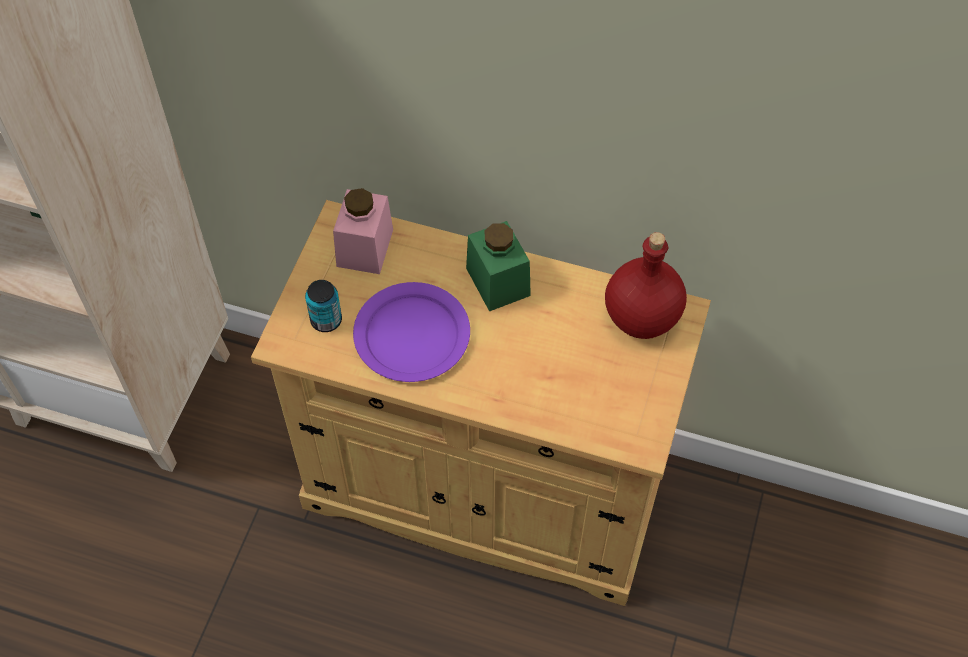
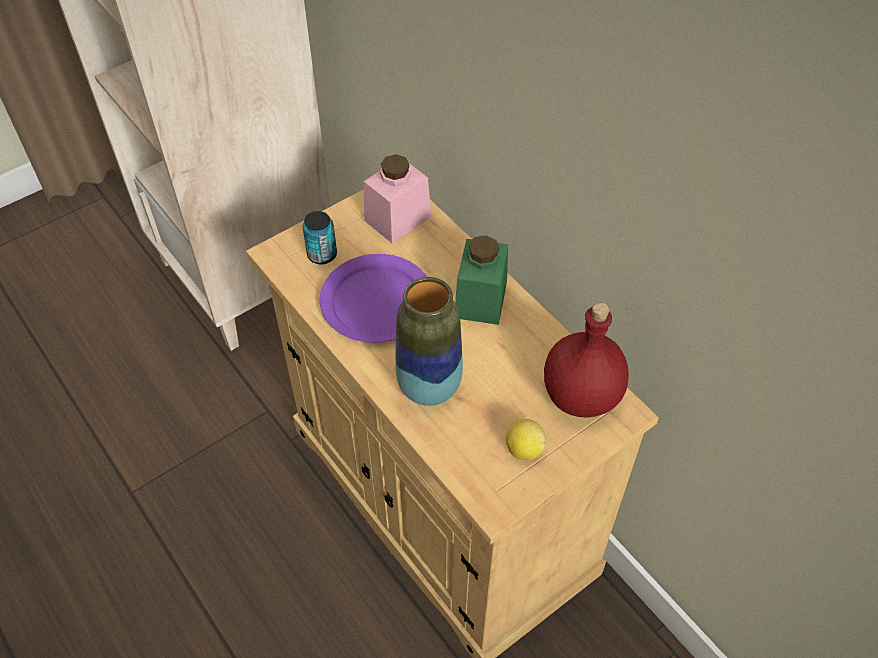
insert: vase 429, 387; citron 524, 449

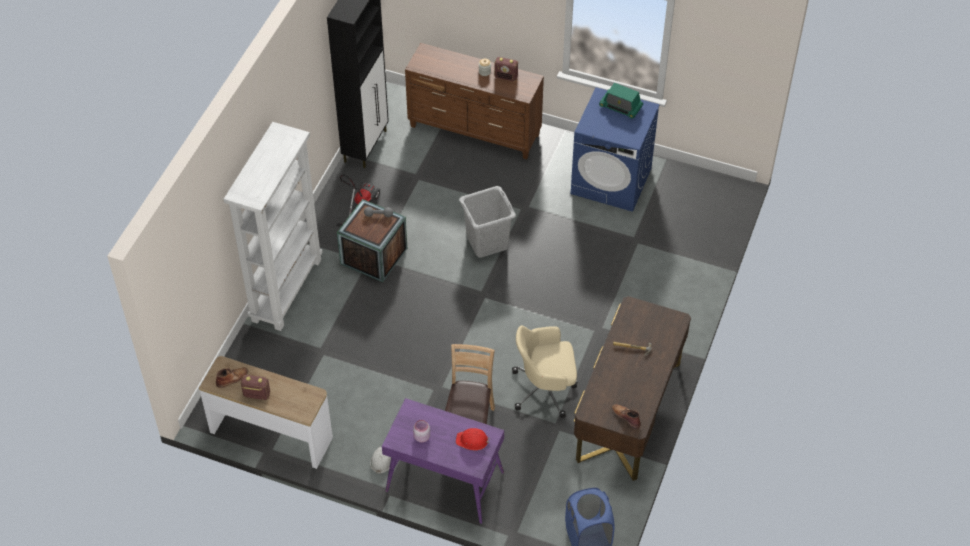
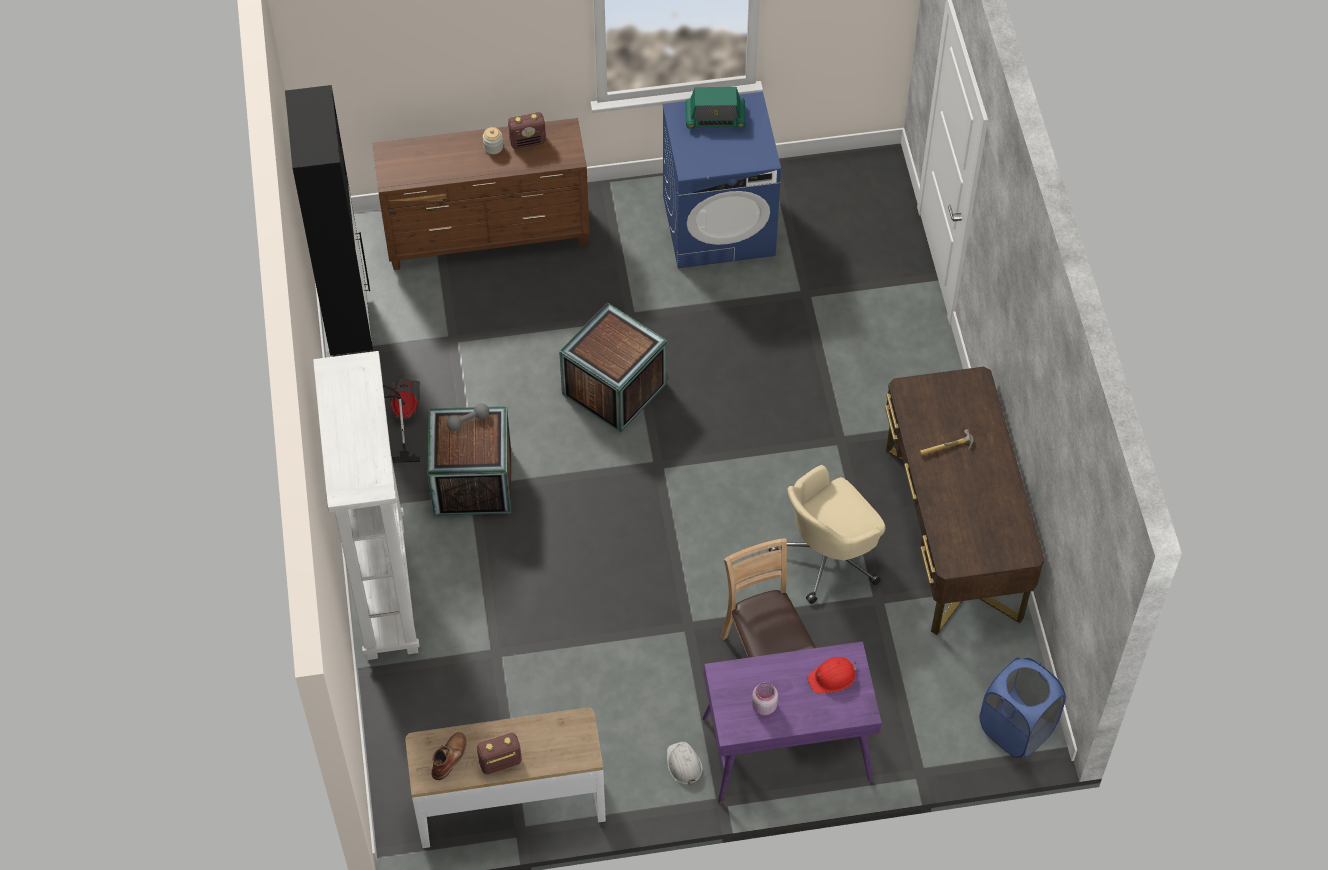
delete: botte (marron) 626, 416
replace: panier à linge (gris) 487, 242 to caisse 614, 389

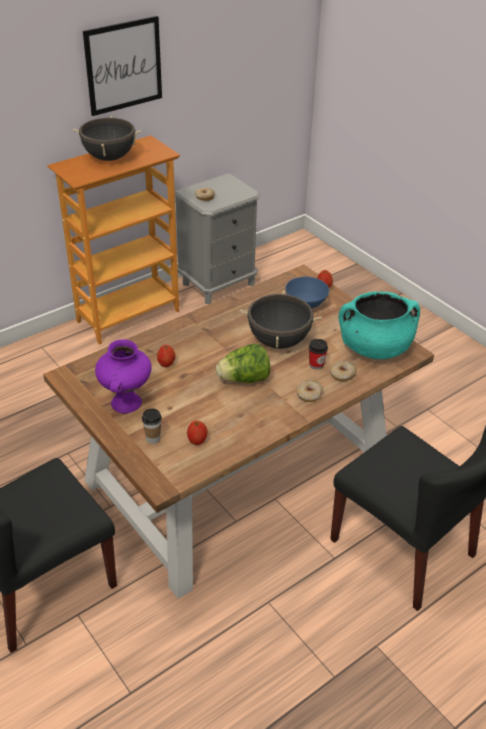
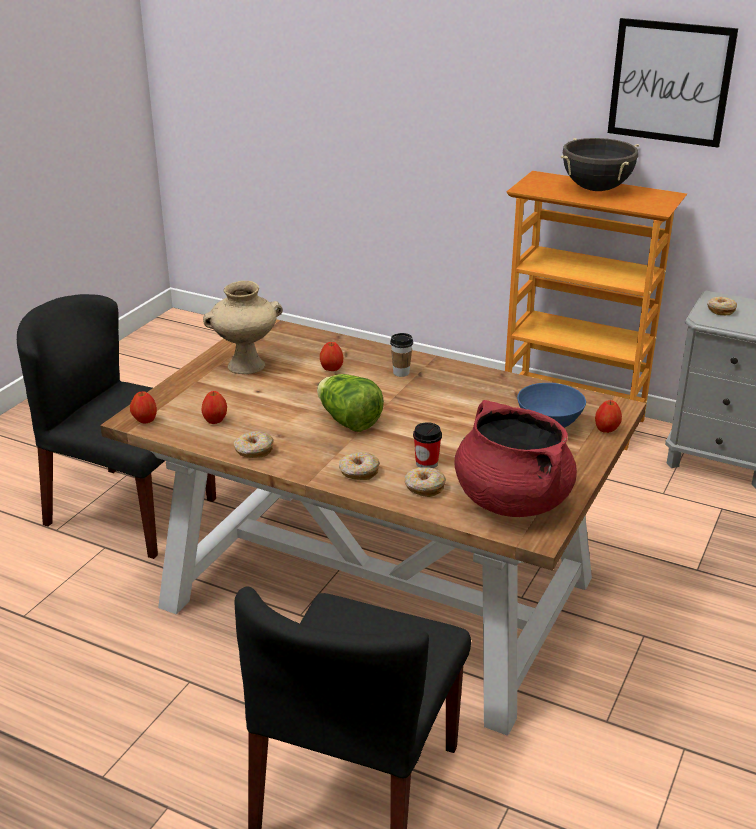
delete: marmite (noir) 279, 341
insert: pomme 145, 420; beignet 254, 451
move: tasse 153, 439 to 401, 373
recolor: vase (violet) 127, 403 to vase (beige) 245, 366; marmite (turquoise) 374, 348 to marmite (rouge) 511, 500

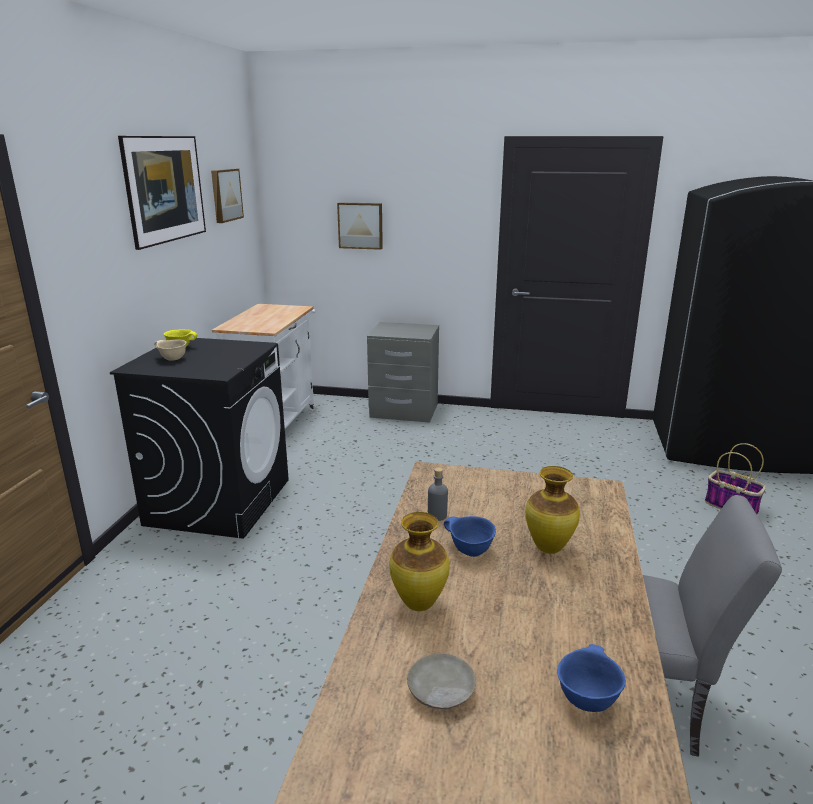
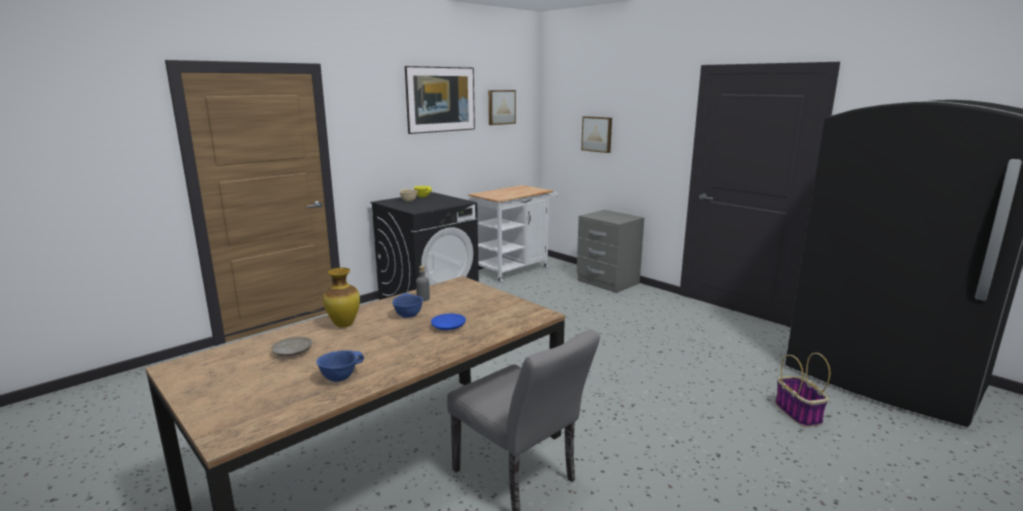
replace: vase 548, 548 to assiette (bleu) 448, 327

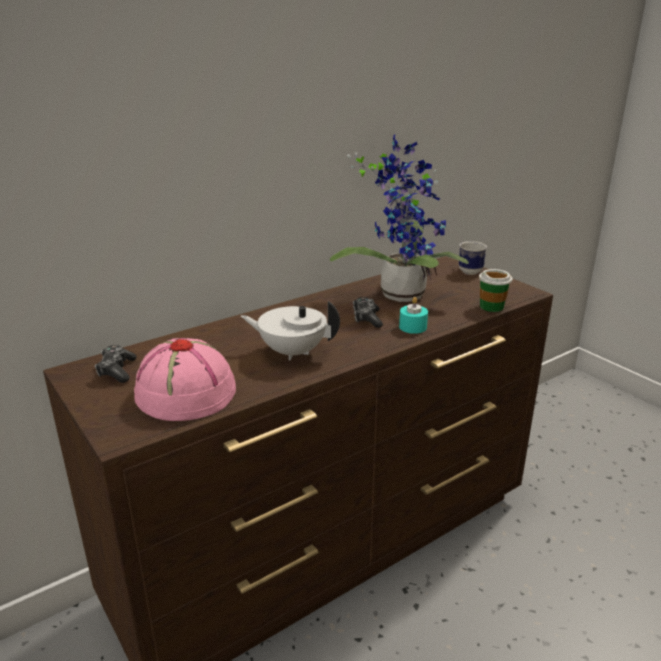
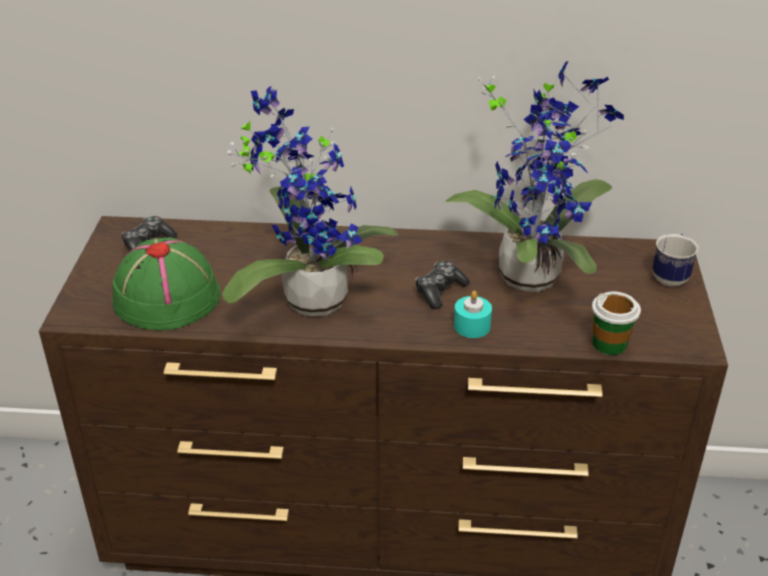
replace: théière (blanc) 292, 352 to plante en pot 309, 297
recolor: chapeau (rose) 184, 393 to chapeau (vert) 166, 296

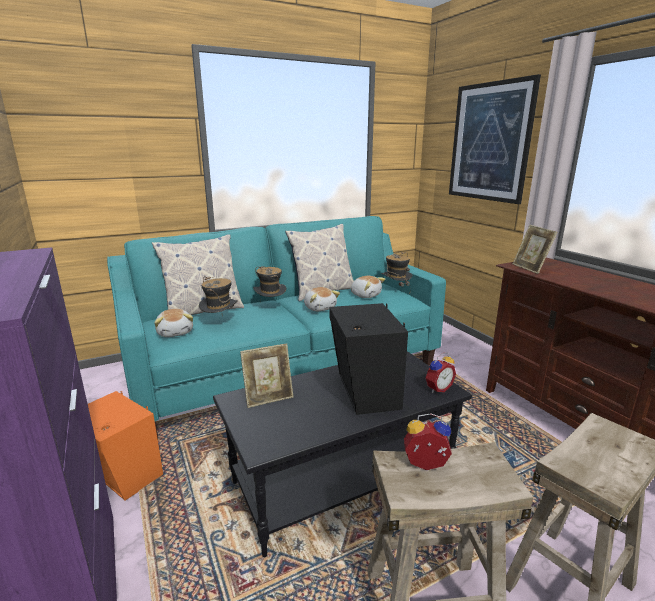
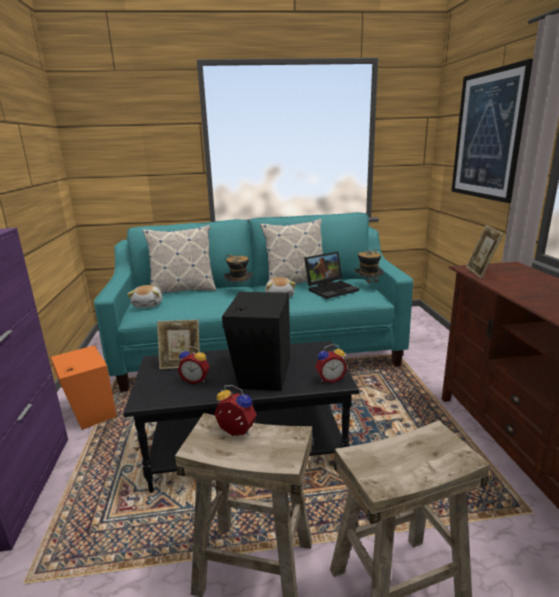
delete: chapeau 220, 323
insert: réveil 196, 380
replace: peluche 365, 295 to ordinateur portable 331, 289

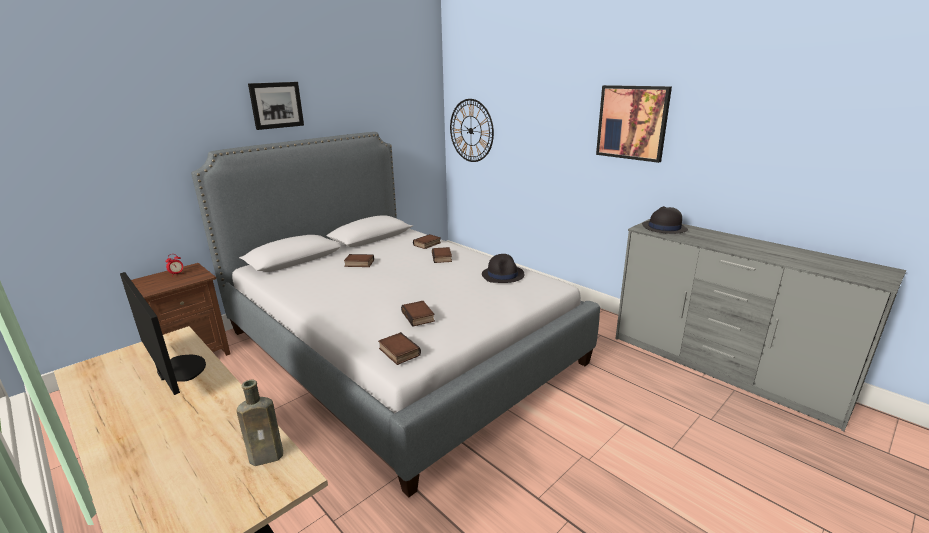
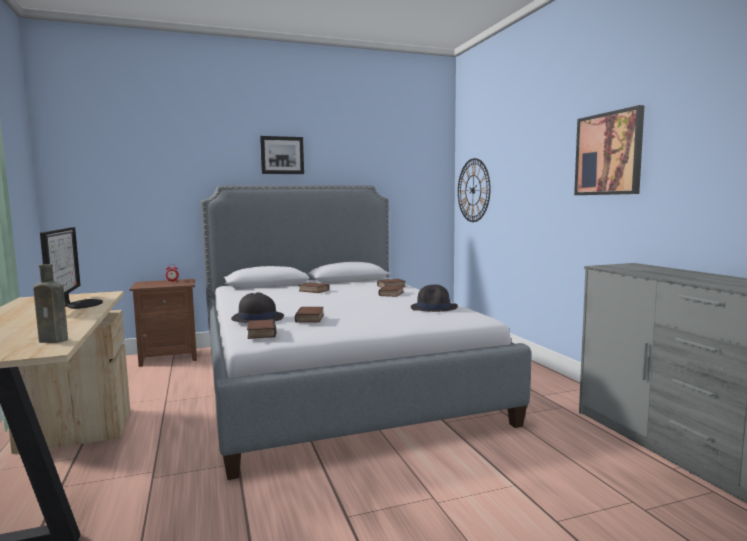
move: chapeau (noir) 663, 228 to 257, 318

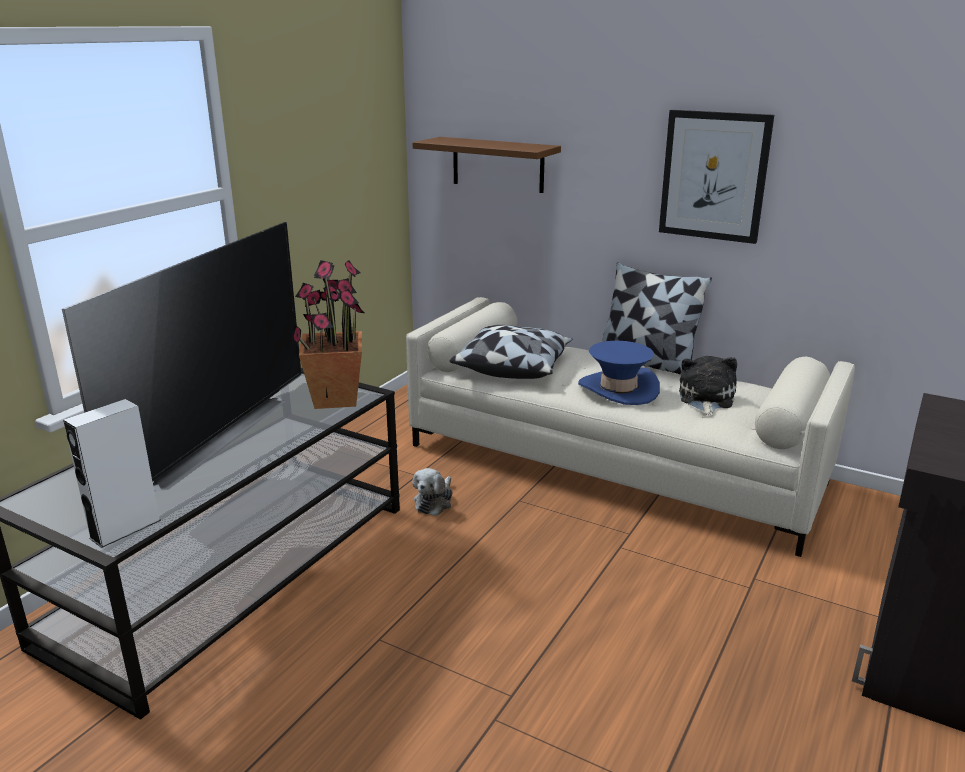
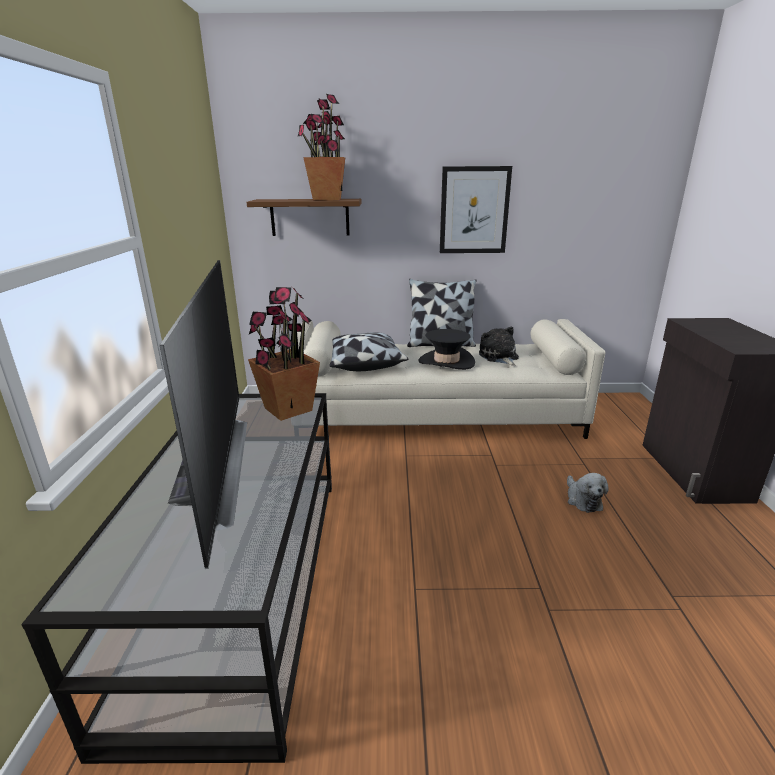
delete: enceinte (blanc) 125, 529
insert: plante en pot 326, 199
move: peluche 434, 502 to 582, 499
recolor: chapeau (bleu) 618, 389 to chapeau (noir) 446, 362

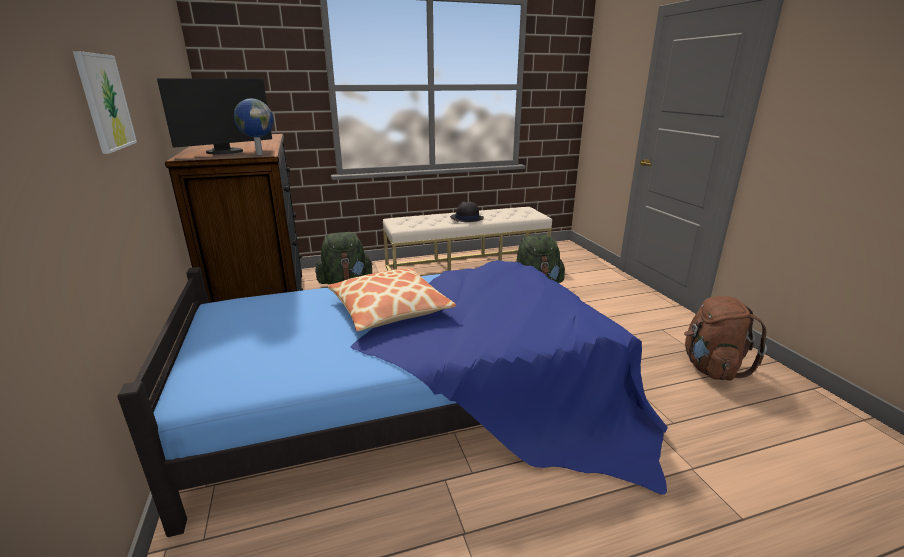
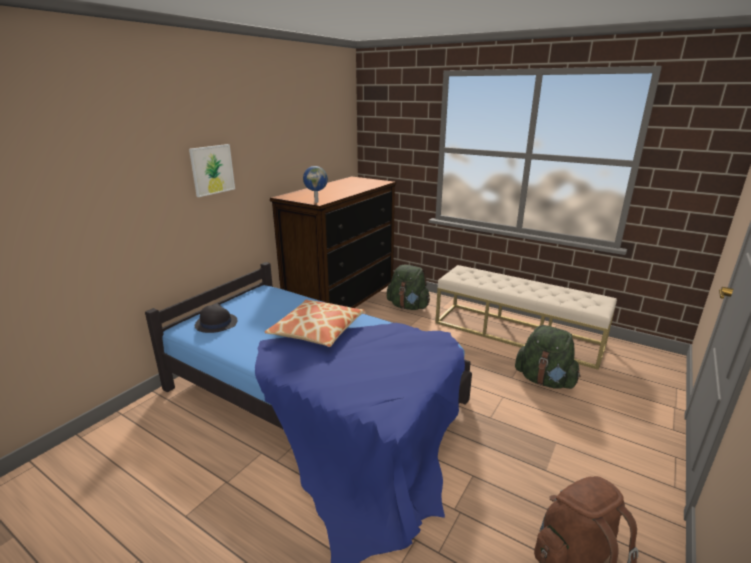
delete: écran d'ordinateur 225, 152
move: chapeau (noir) 466, 218 to 216, 323

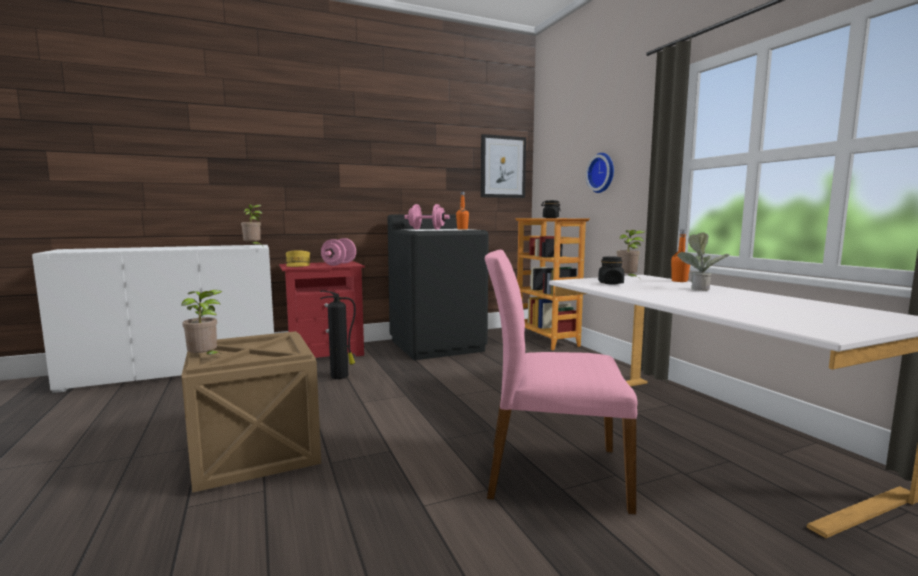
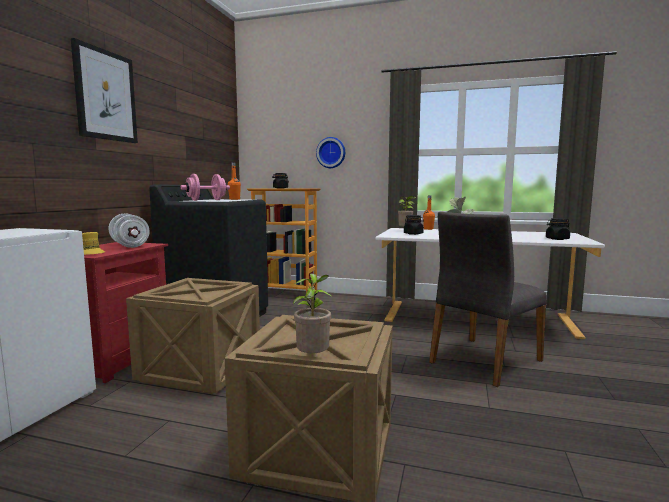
delete: plante en pot 253, 247
insert: bocal (noir) 557, 239
move: tableau 502, 167 to 105, 95
replace: extincteur 340, 376 to caisse 201, 370
recolor: haltère (rose) 339, 264 to haltère (blanc) 130, 245; chaise (rose) 552, 473 to chaise (gris) 483, 361

